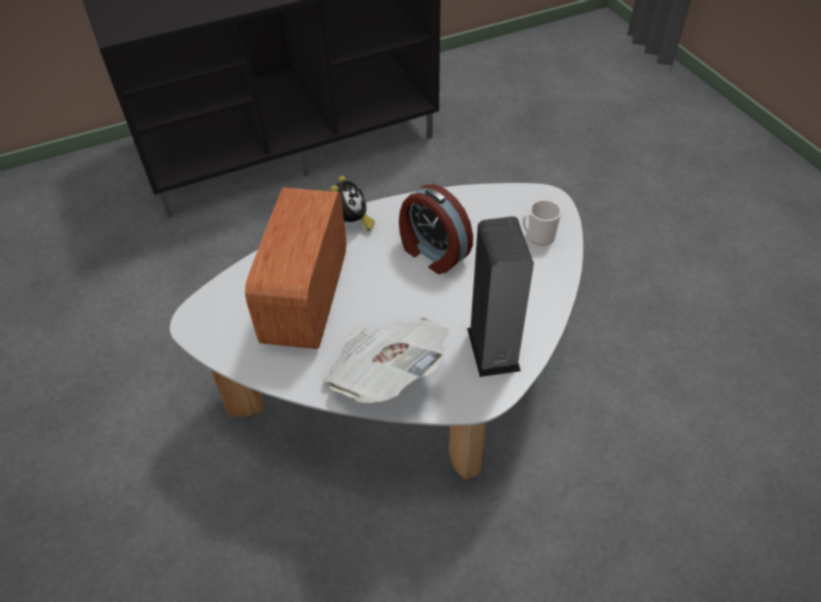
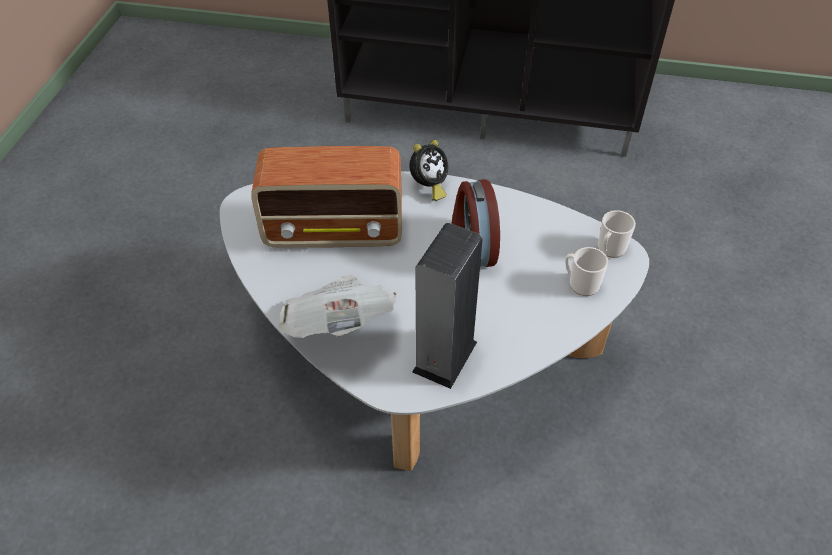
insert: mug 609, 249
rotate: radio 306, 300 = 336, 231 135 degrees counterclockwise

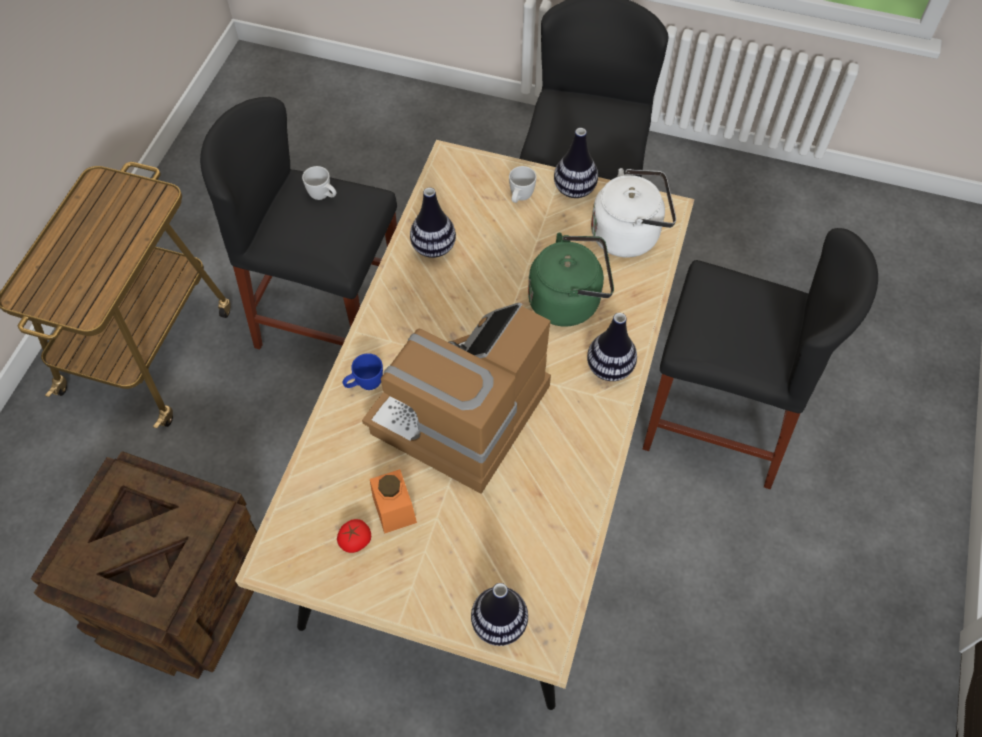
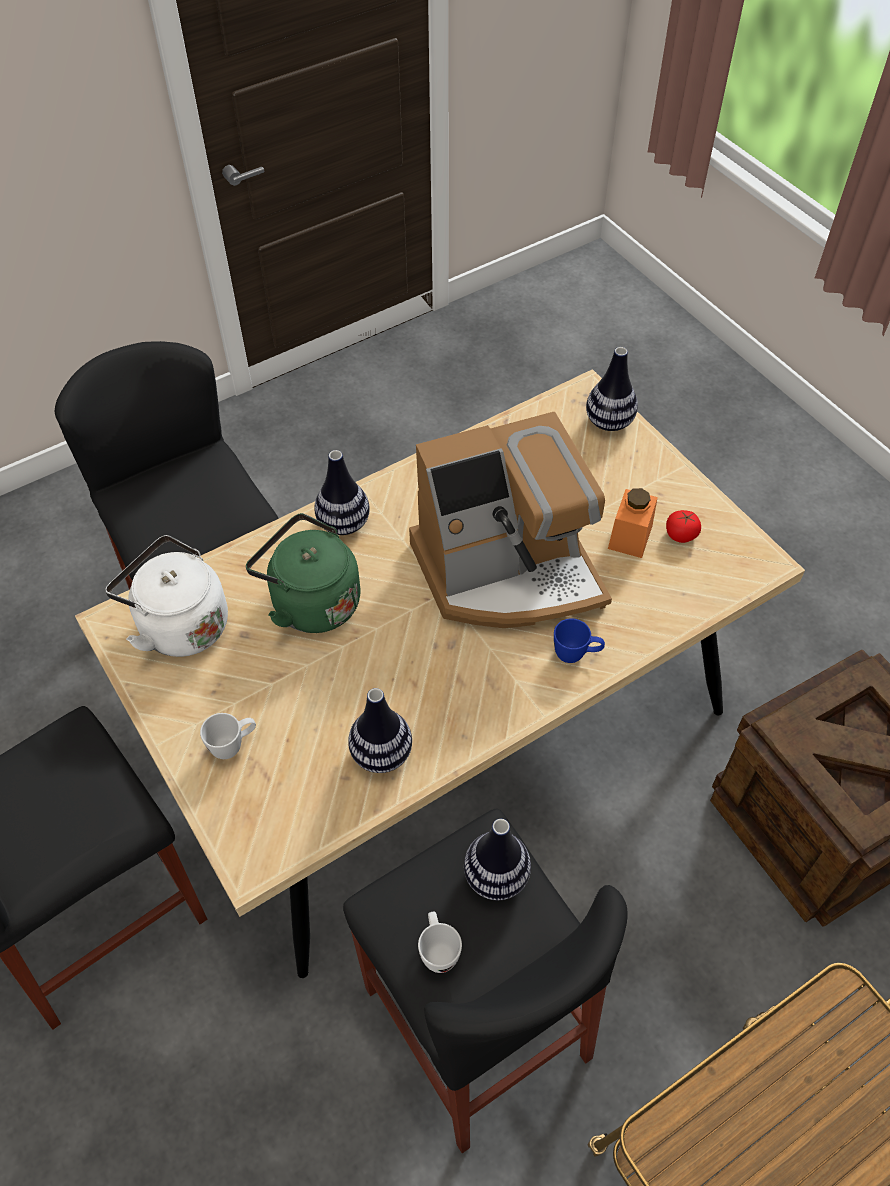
move: vase 574, 189 to 496, 876

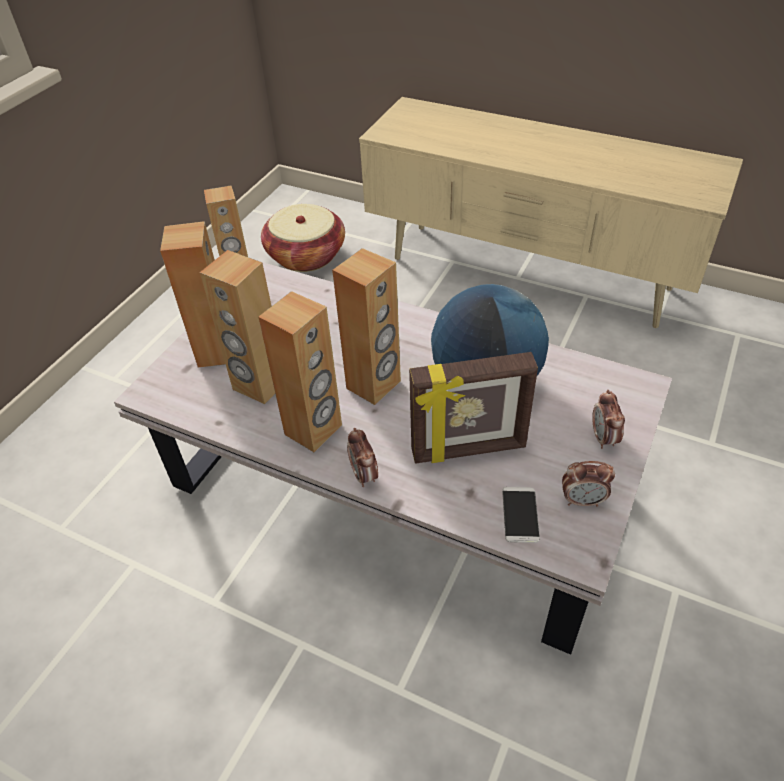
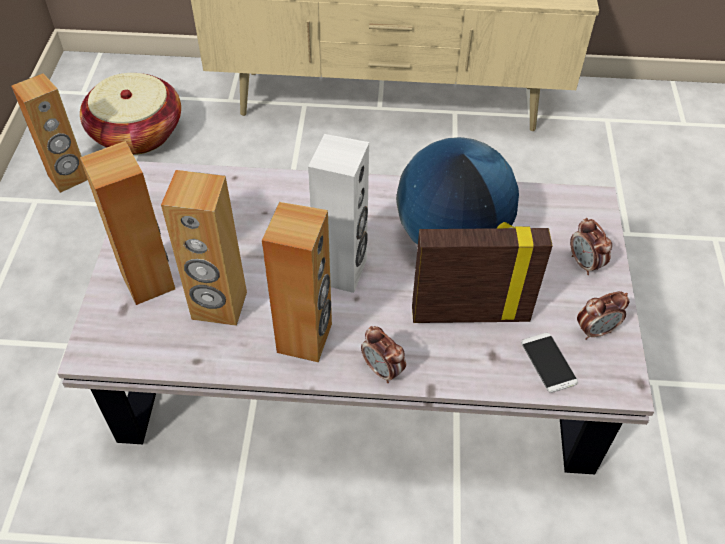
recolor: enceinte (marron) 374, 385 to enceinte (blanc) 342, 271
rotate: cadre photo 468, 450 = 470, 313 150 degrees counterclockwise

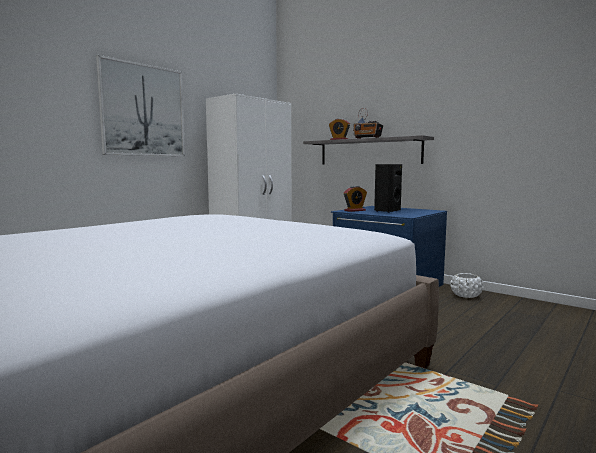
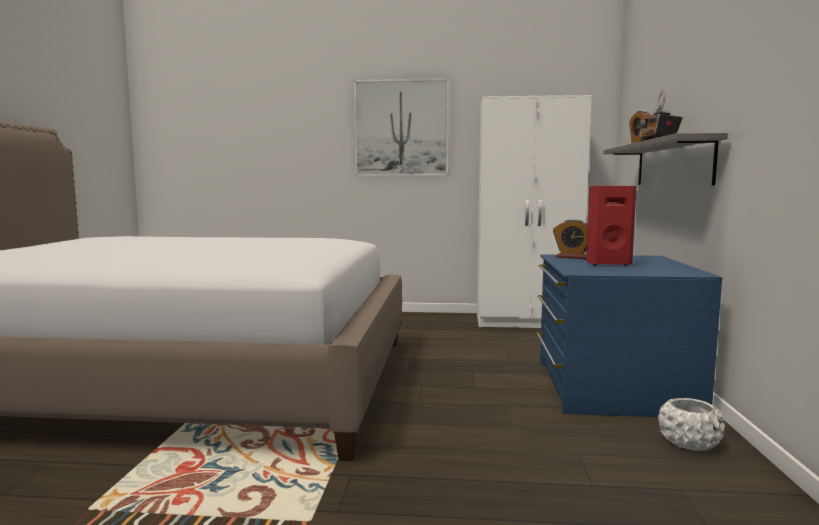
recolor: enceinte (noir) 386, 211 to enceinte (rouge) 606, 263

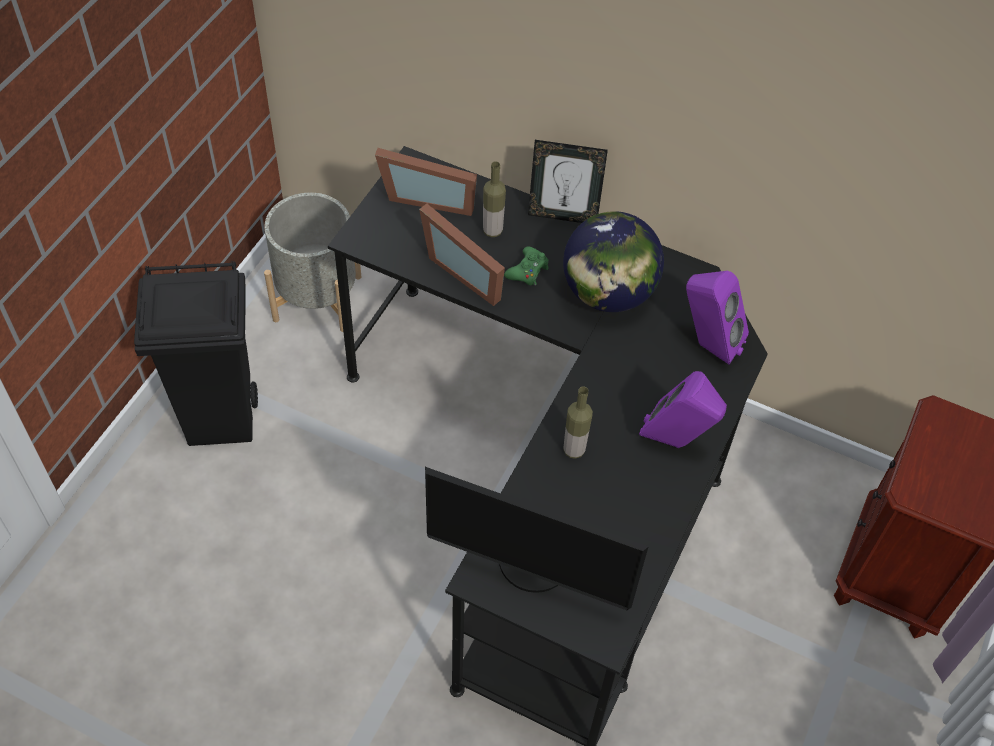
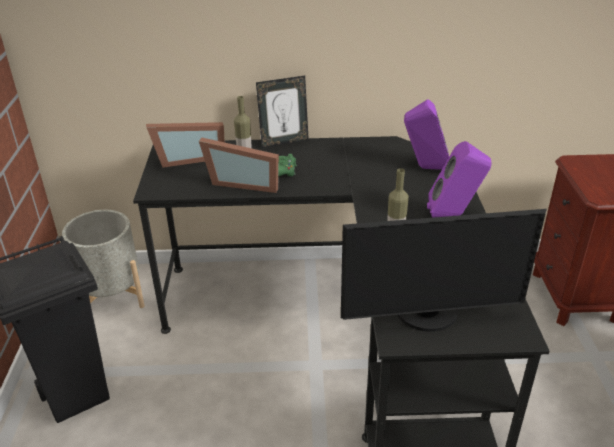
delete: globe 607, 294

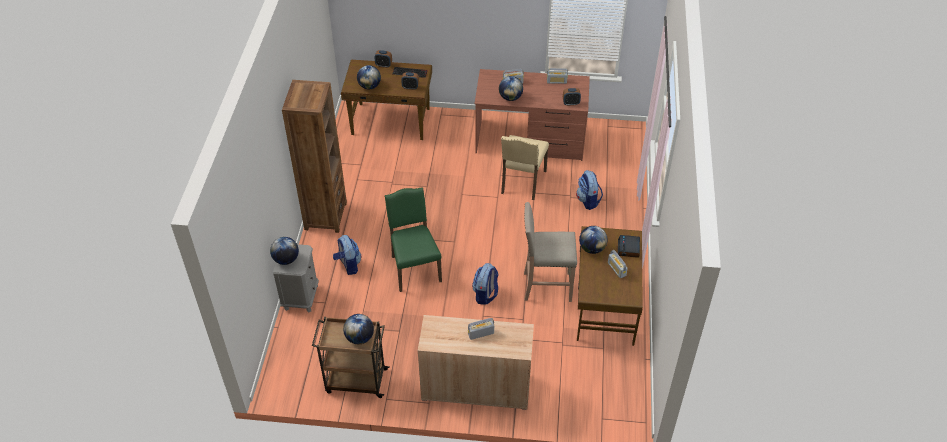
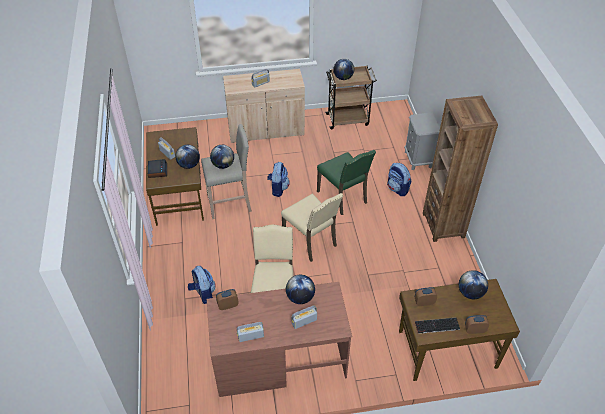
insert: chaise (beige) 311, 241
move: globe 286, 259 to 223, 165

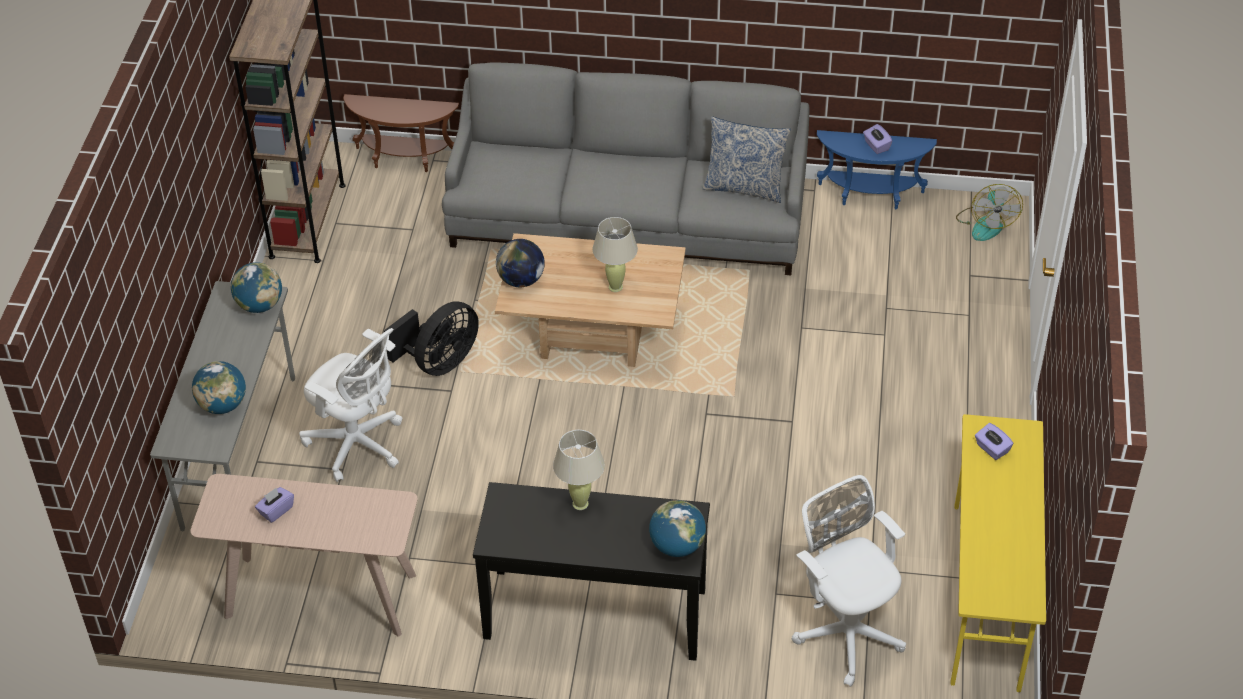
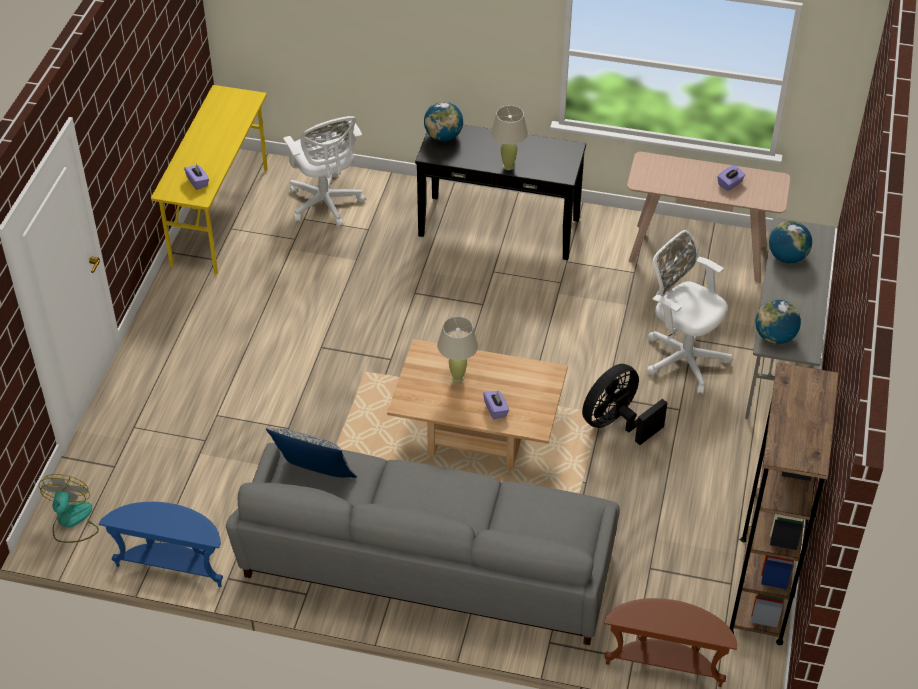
delete: globe 521, 280
move: boîte à mouchoirs (violet) 876, 146 to 496, 410

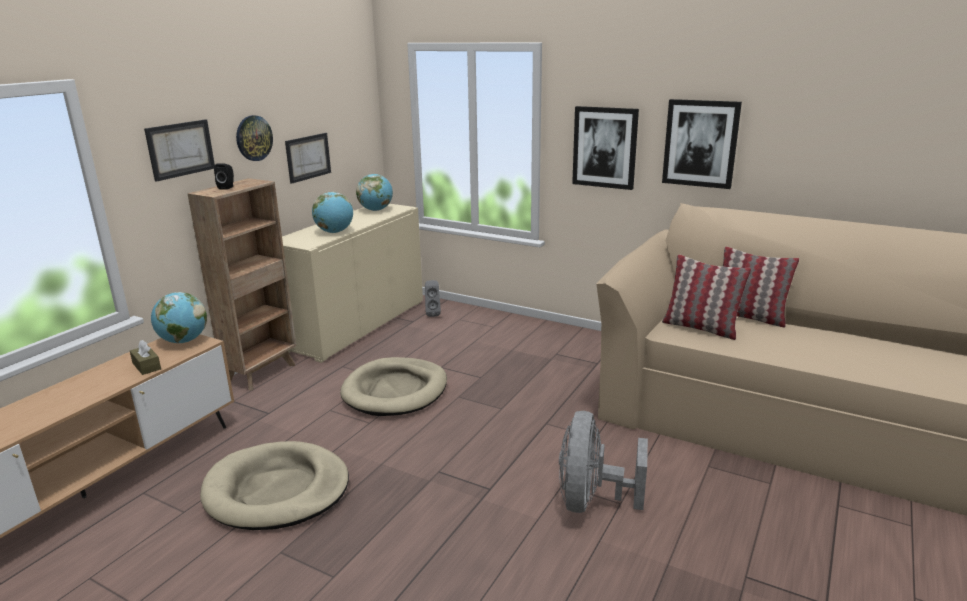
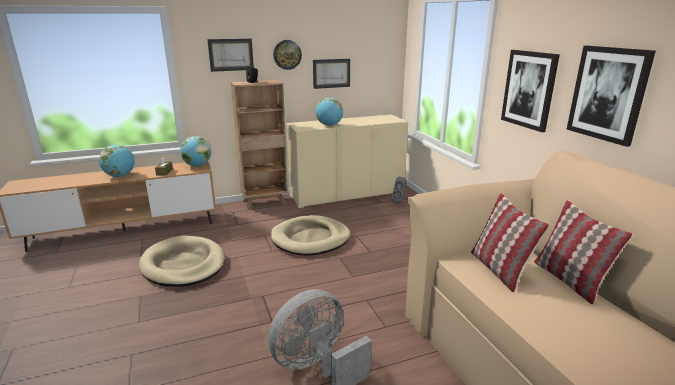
move: globe 376, 210 to 120, 176

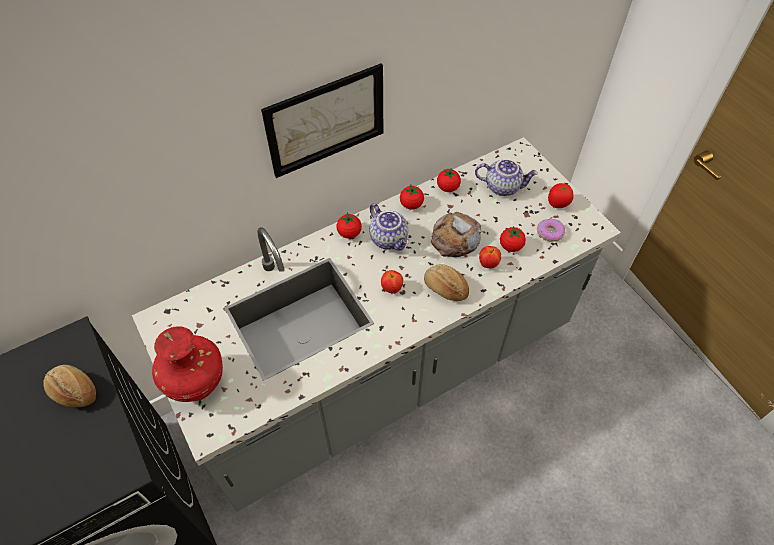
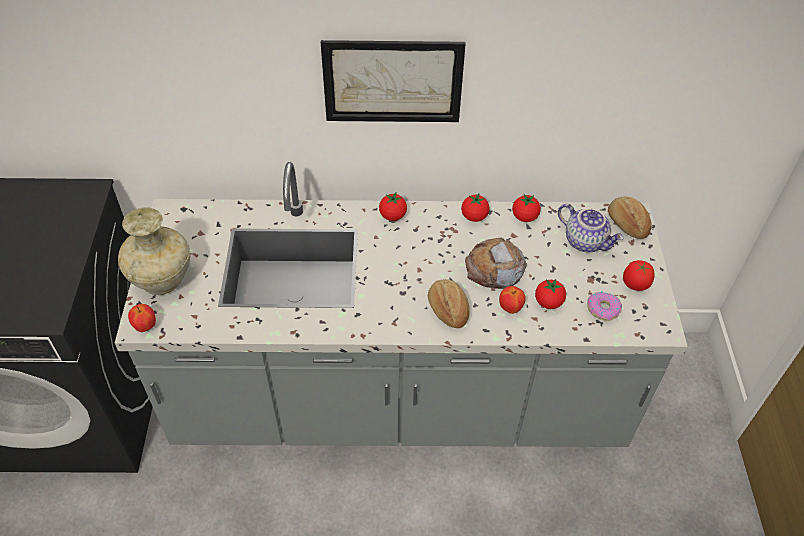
delete: théière 390, 239
move: pomme 392, 289 to 145, 326; pain 73, 392 to 626, 224
recolor: vase (rouge) 197, 382 to vase (beige) 163, 280

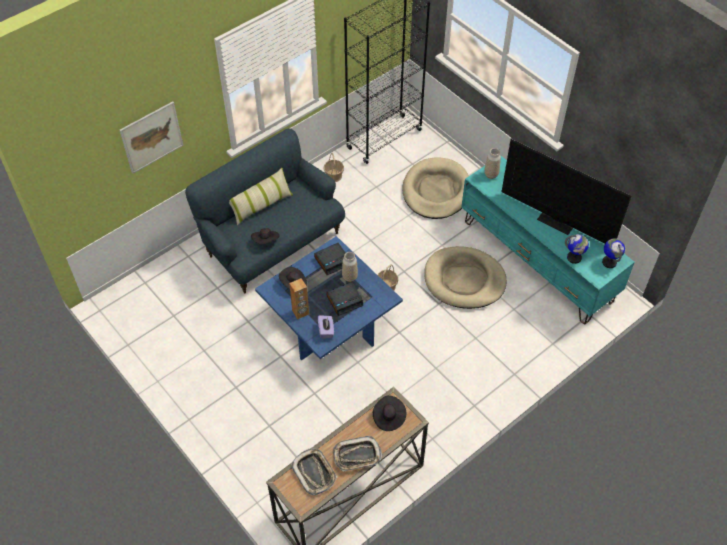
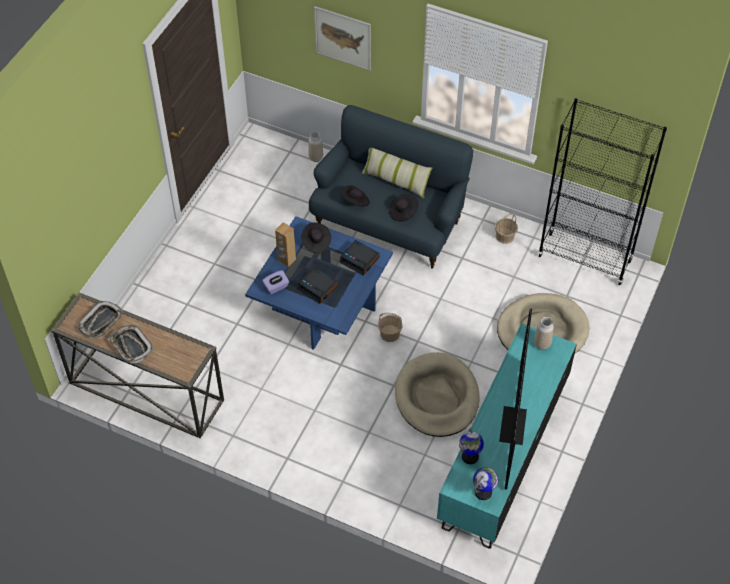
move: vase 350, 277 to 316, 158; chapeau (noir) 388, 417 to 403, 212

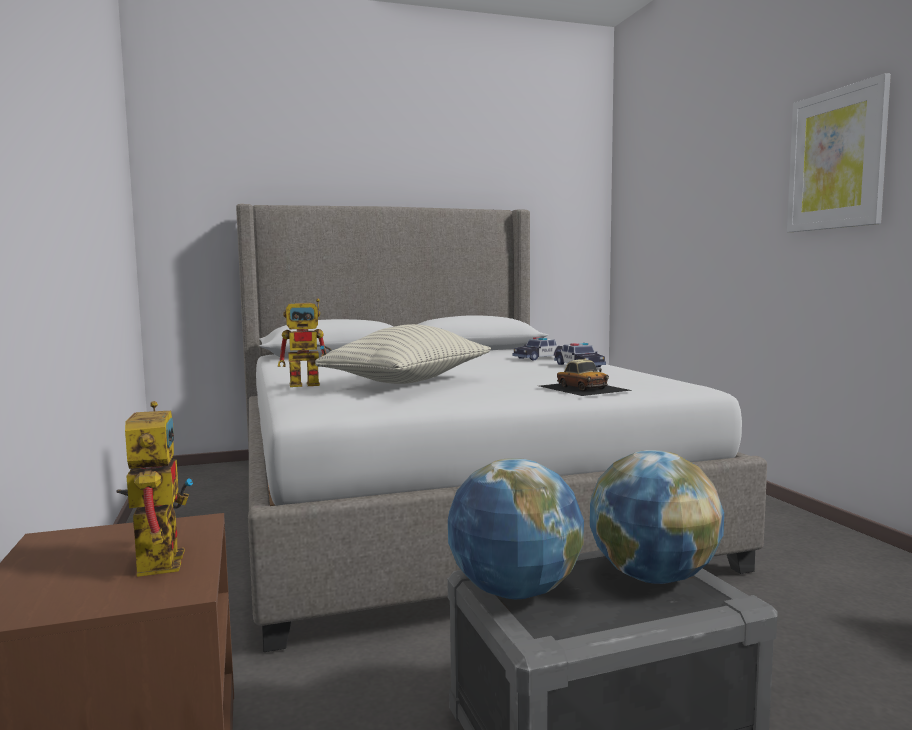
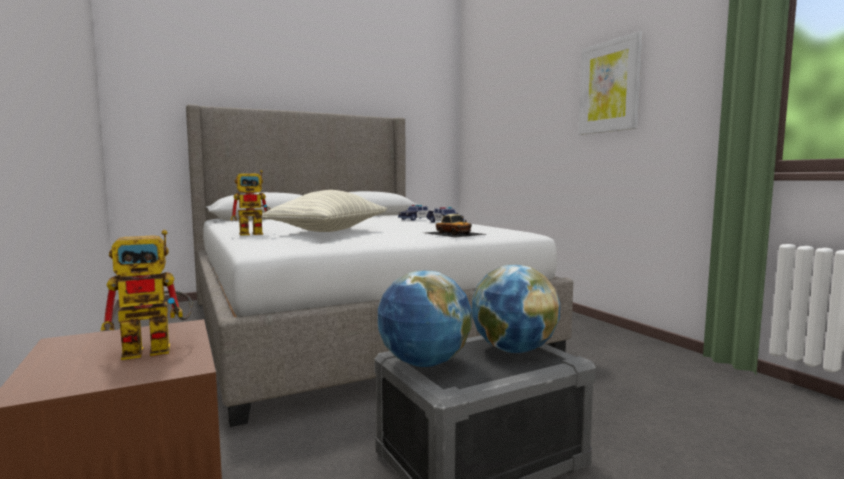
rotate: robot jouet 156, 558 = 158, 348 90 degrees clockwise

